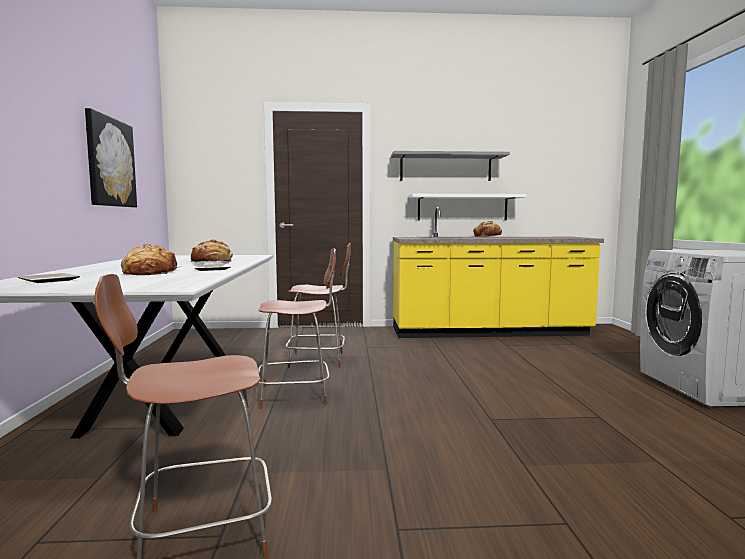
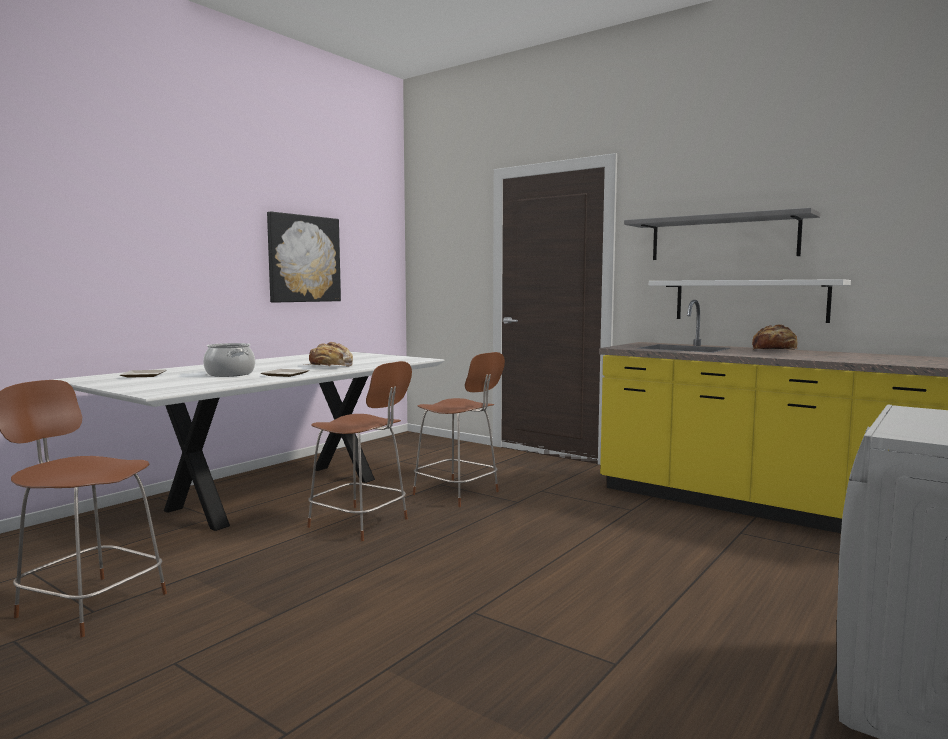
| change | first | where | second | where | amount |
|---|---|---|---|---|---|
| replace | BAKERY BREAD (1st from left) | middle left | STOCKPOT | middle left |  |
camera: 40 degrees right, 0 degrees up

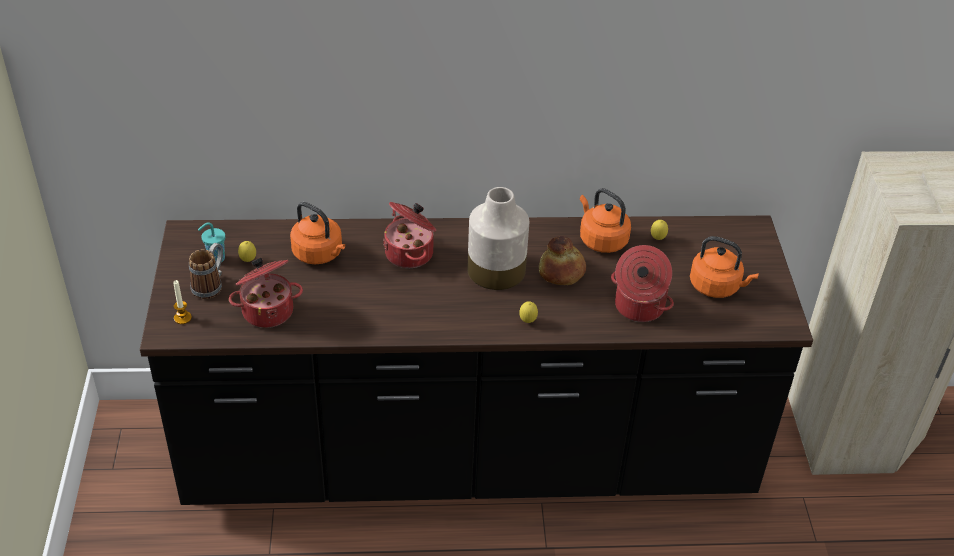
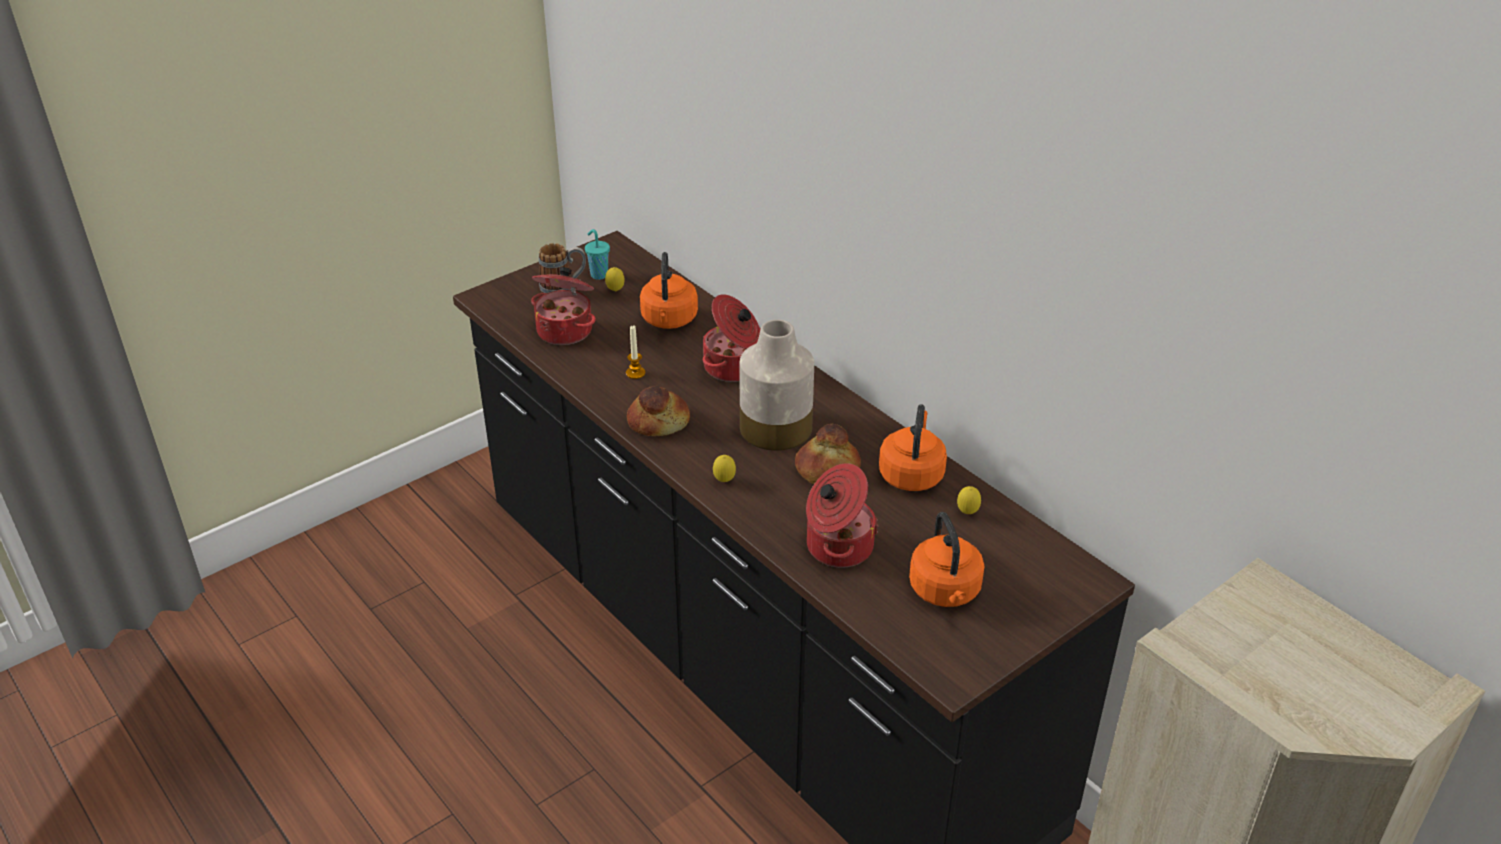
| change | first | where | second | where | amount |
|---|---|---|---|---|---|
| move | CANDLE | middle left |  | centre |  |
| insert |  |  | BAKERY BREAD (1st from left) | centre |  |
camera: 55 degrees right, 5 degrees down

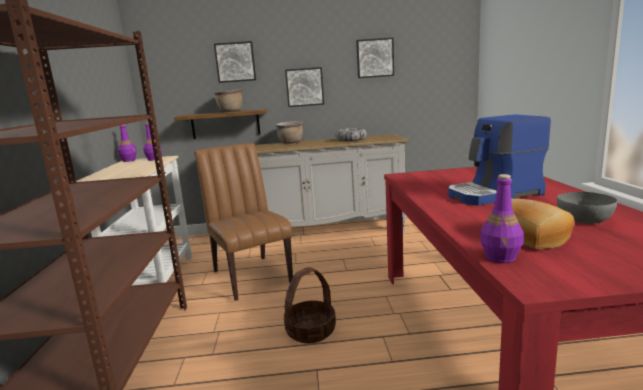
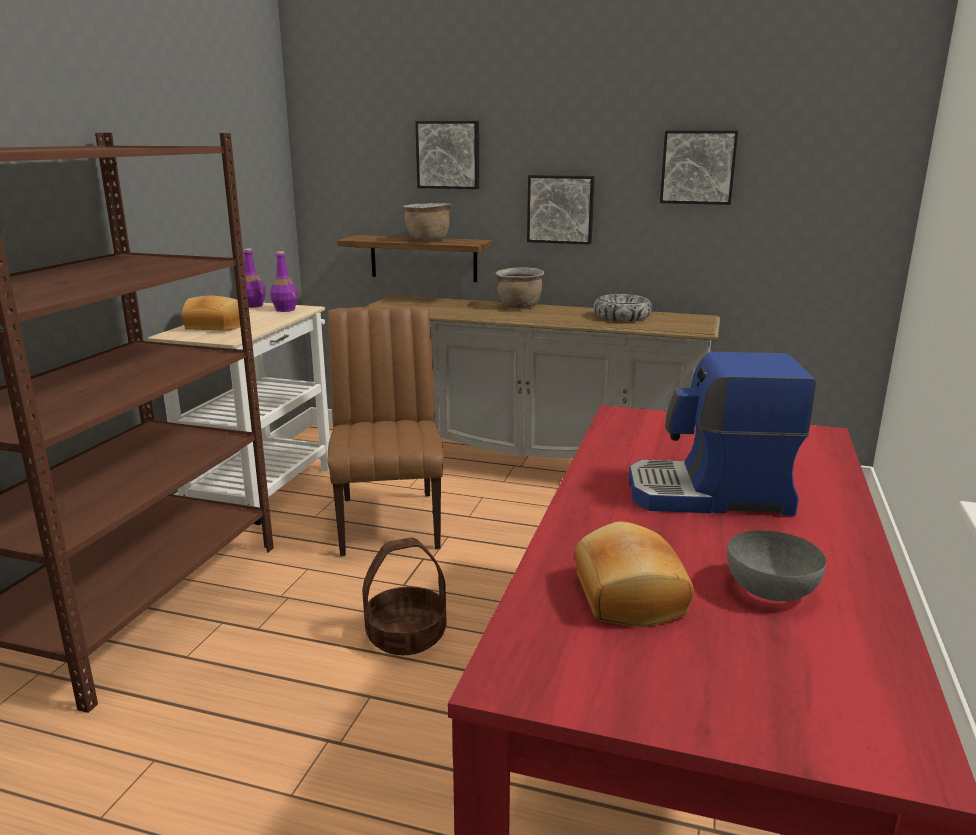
| change | first | where | second | where | amount |
|---|---|---|---|---|---|
| insert |  |  | BAKERY BREAD (1st from left) | middle left |  |
| delete | PURPLISH BEVERAGE BOTTLE (3rd from left) | middle right |  |  |  |
camera: 20 degrees right, 5 degrees up

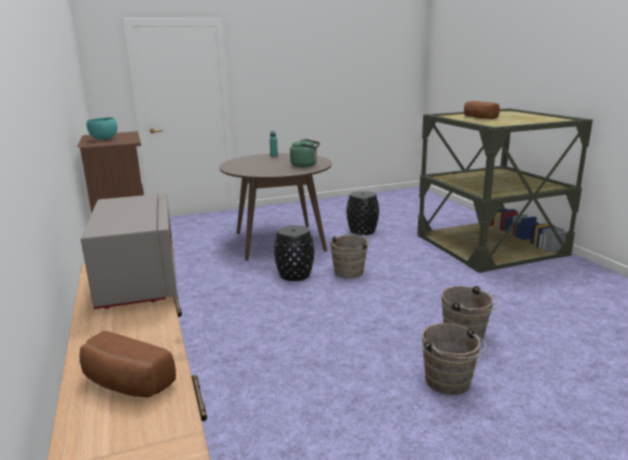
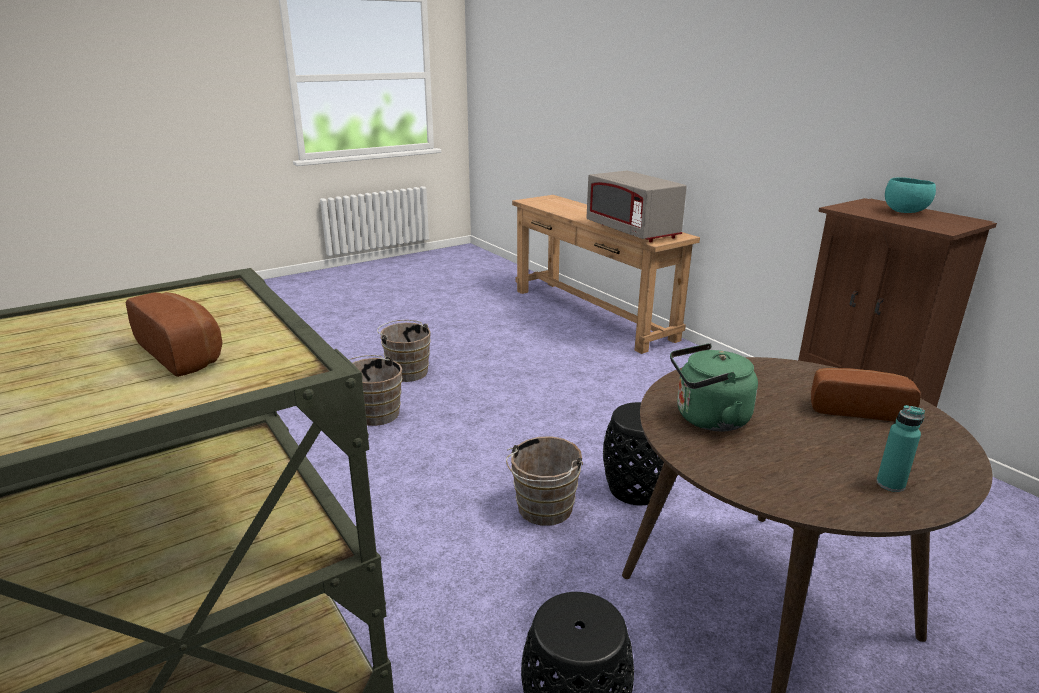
| change | first | where | second | where | amount |
|---|---|---|---|---|---|
| move | BAKERY BREAD (1st from left in the first image) | bottom left | BAKERY BREAD (2nd from left) | middle right |  |
camera: 165 degrees right, 5 degrees up

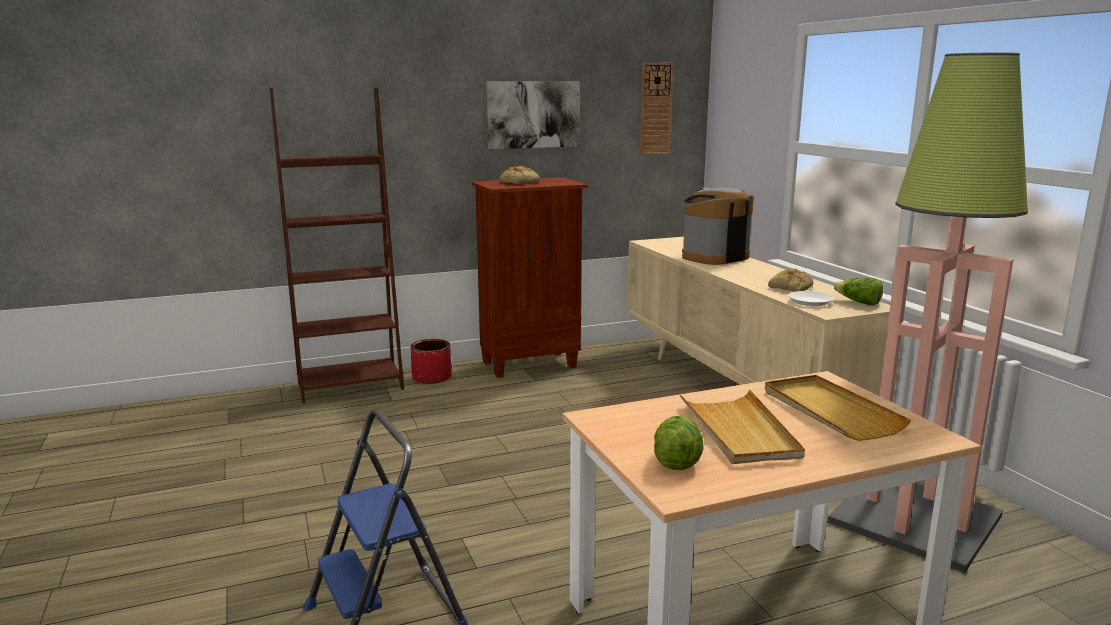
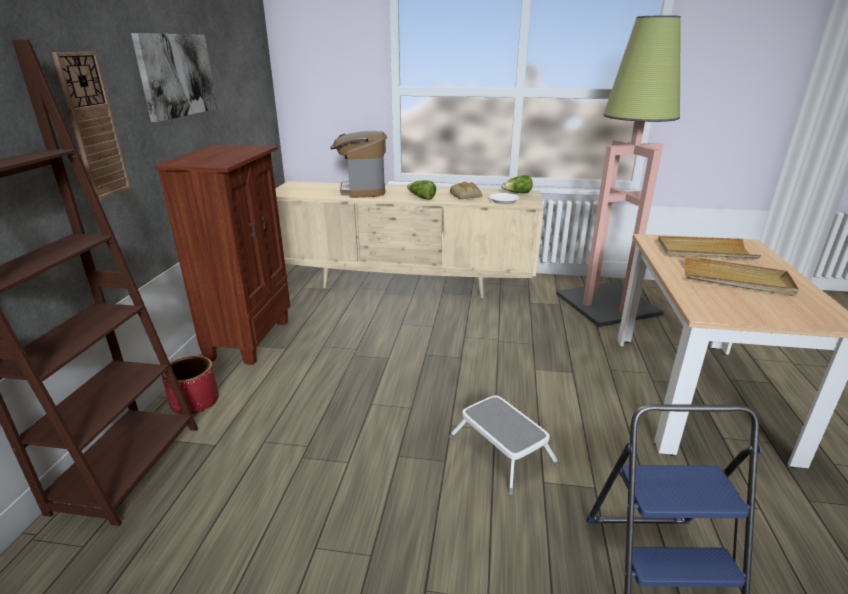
| change | first | where | second | where | amount |
|---|---|---|---|---|---|
| move | HANGING CLOCK | top centre |  | top left |  |
| move | LETTUCE (1st from left) | bottom centre |  | top centre |  |
| insert |  |  | GREY STEP STOOL | bottom centre |  |
| delete | BAKERY BREAD (1st from left) | top centre |  |  |  |
camera: 60 degrees left, 10 degrees up

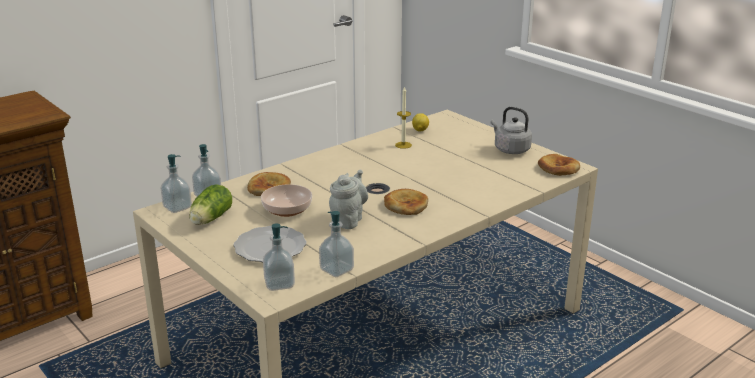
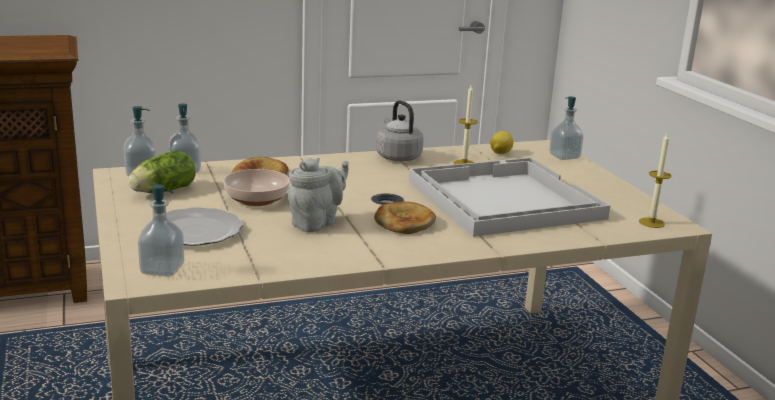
| change | first | where | second | where | amount |
|---|---|---|---|---|---|
| move | GREY TEA KETTLE | middle right |  | top centre |  |
| insert |  |  | WHITE CARRYING TRAY | centre |  |
| move | SOAP BOTTLE (4th from left) | centre |  | top right |  |
| replace | BAKERY BREAD (3rd from left) | middle right | CANDLE (2nd from left) | middle right |  |
camera: 20 degrees right, 5 degrees down

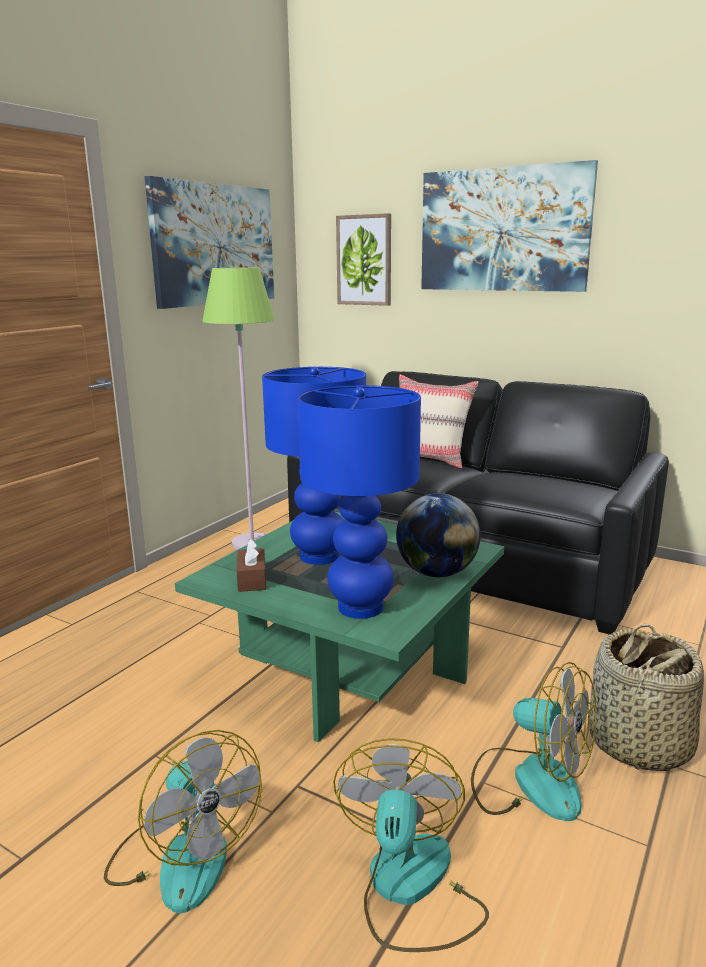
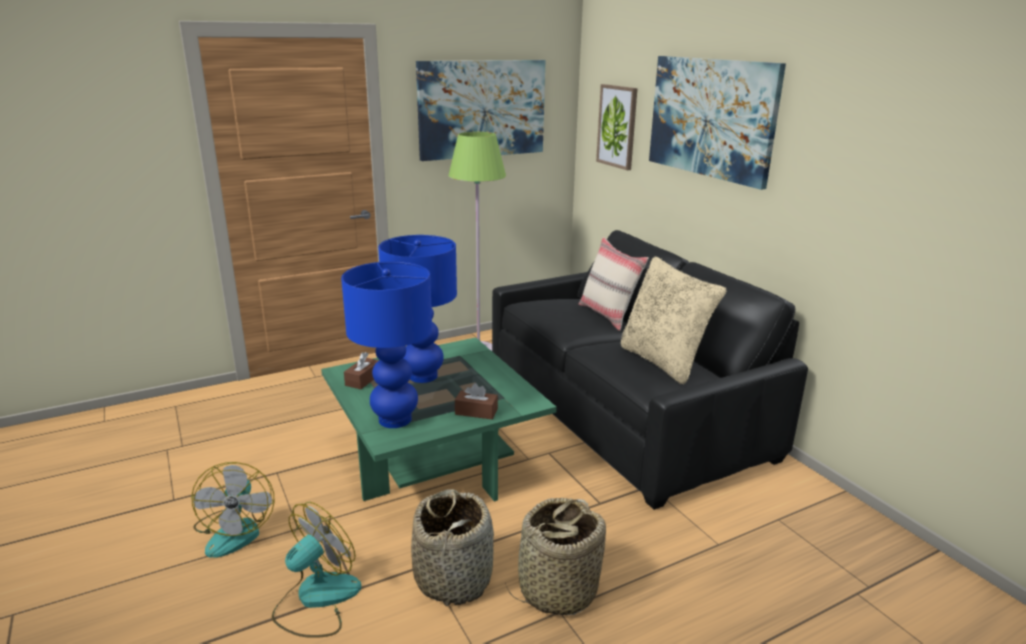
| change | first | where | second | where | amount |
|---|---|---|---|---|---|
| replace | FAN (3rd from left) | bottom right | STORAGE BASKET (1st from left) | bottom centre |  |
| replace | WORLD GLOBE | centre | BROWNISH BOX OF TISSUES (2nd from left) | centre |  |
| insert |  |  | BEIGE CUSHION (2nd from left) | centre |  |
camera: 30 degrees right, 5 degrees up

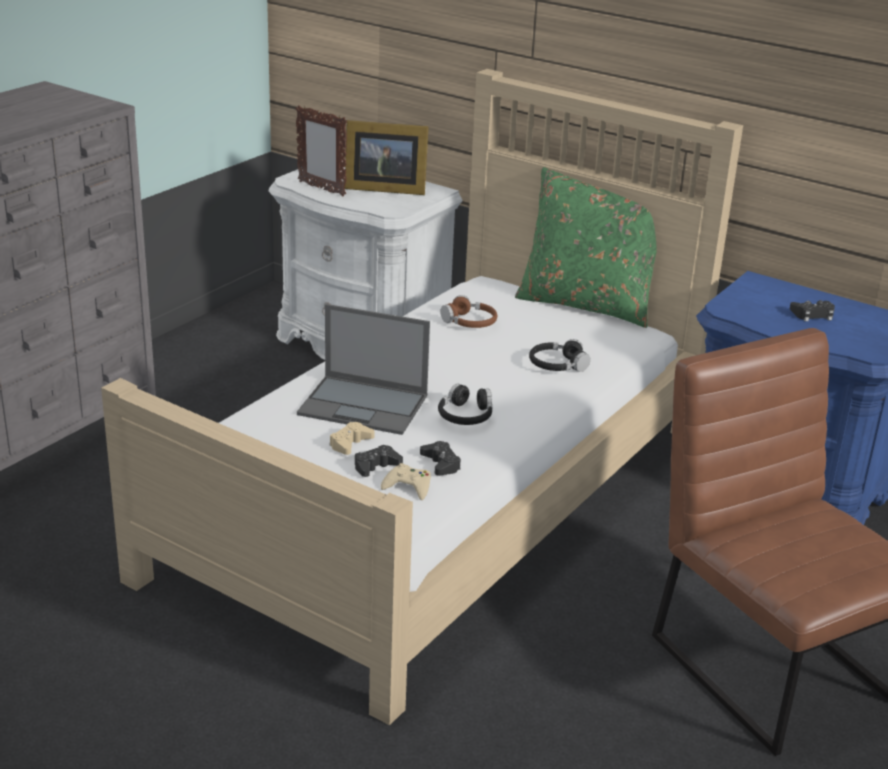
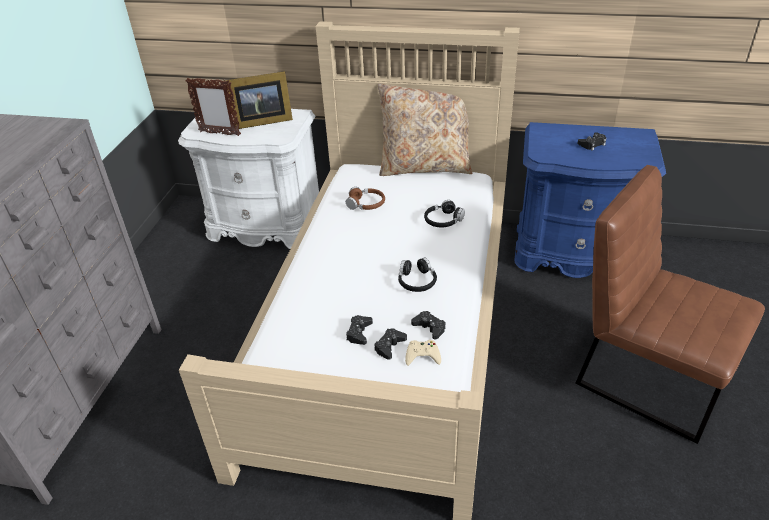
| change | first | where | second | where | amount |
|---|---|---|---|---|---|
| recolor | BEIGE JOYPAD (1st from left) | centre | BLACK JOYPAD (1st from left) | centre |  |
| recolor | GREEN CUSHION | top centre | BEIGE CUSHION | top centre |  |
| delete | NOTEBOOK COMPUTER | centre |  |  |  |
camera: 20 degrees left, 10 degrees up

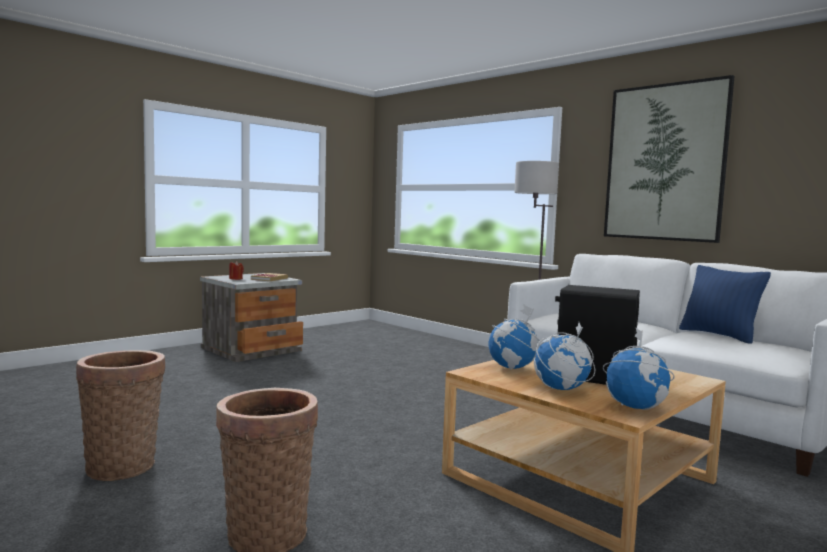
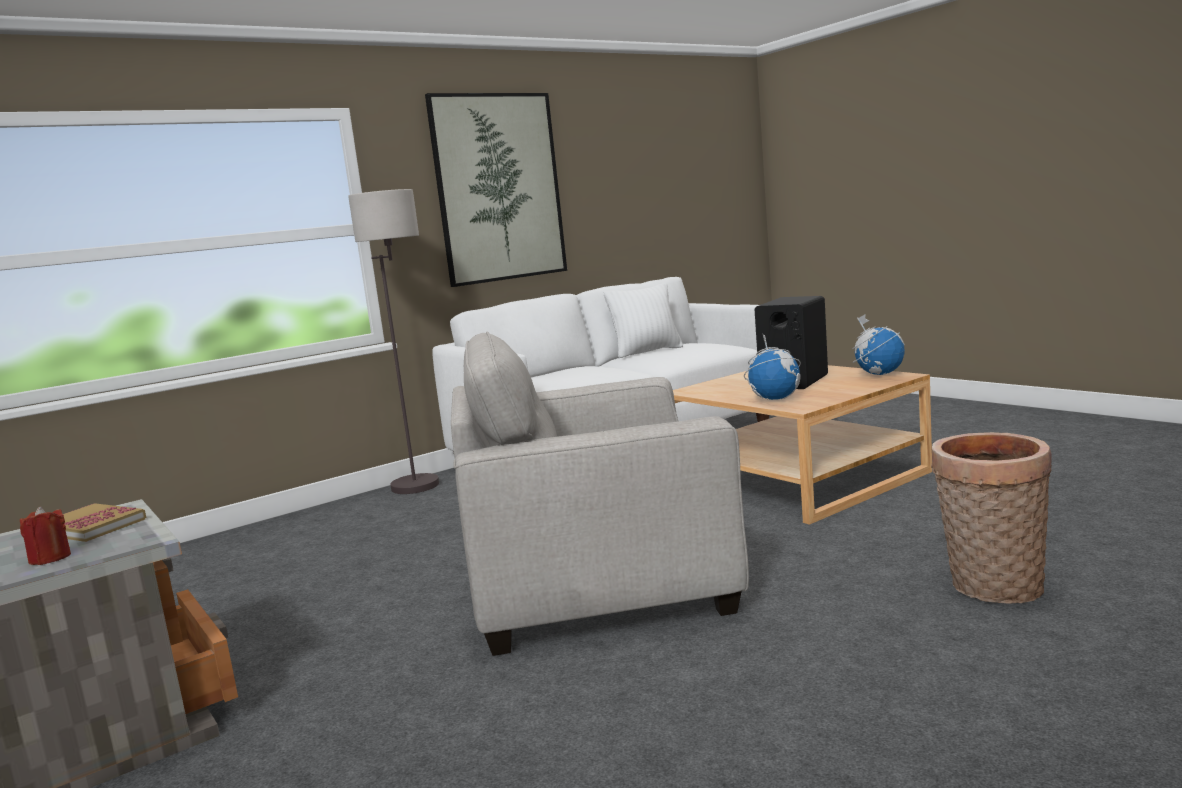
| change | first | where | second | where | amount |
|---|---|---|---|---|---|
| insert |  |  | GREY EASY CHAIR | centre |  |
| recolor | BLUISH CUSHION | middle right | WHITE CUSHION | centre |  |
| delete | STORAGE BASKET (1st from left) | bottom left |  |  |  |
| delete | WORLD GLOBE (2nd from left) | middle right |  |  |  |
camera: 80 degrees left, 5 degrees up

